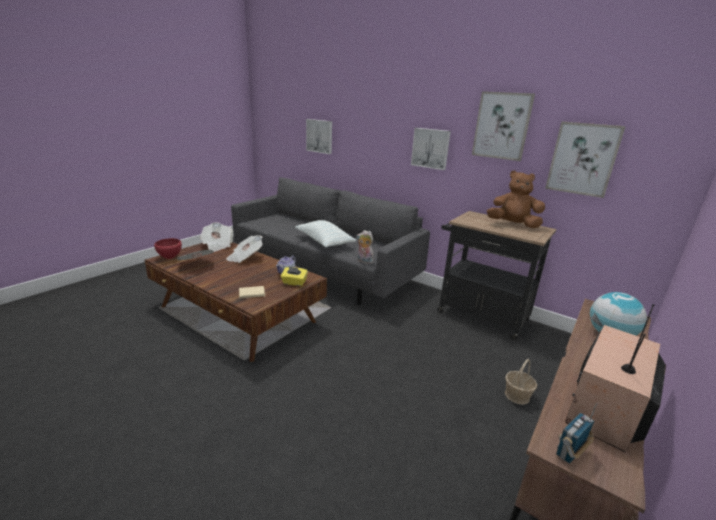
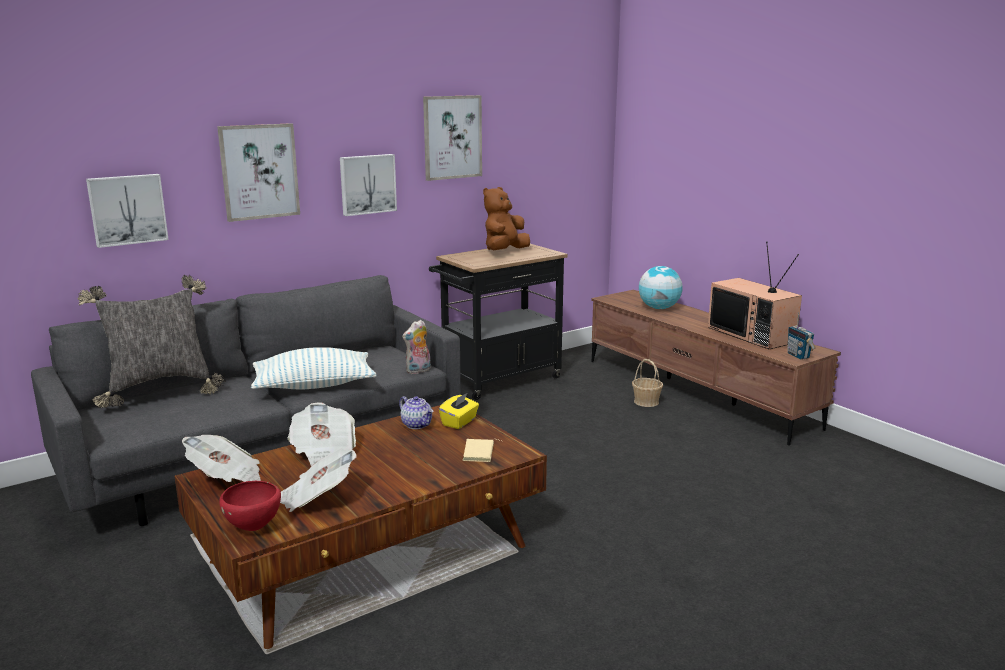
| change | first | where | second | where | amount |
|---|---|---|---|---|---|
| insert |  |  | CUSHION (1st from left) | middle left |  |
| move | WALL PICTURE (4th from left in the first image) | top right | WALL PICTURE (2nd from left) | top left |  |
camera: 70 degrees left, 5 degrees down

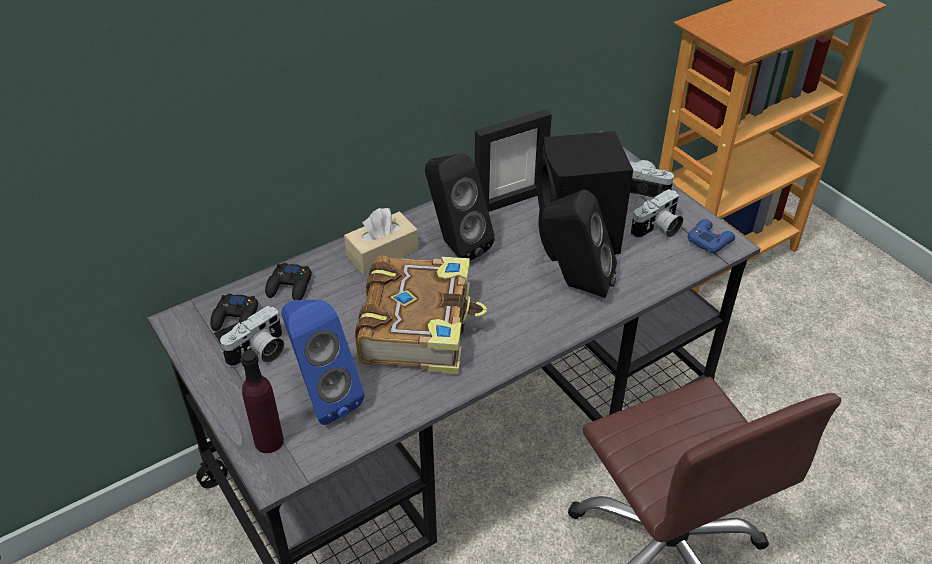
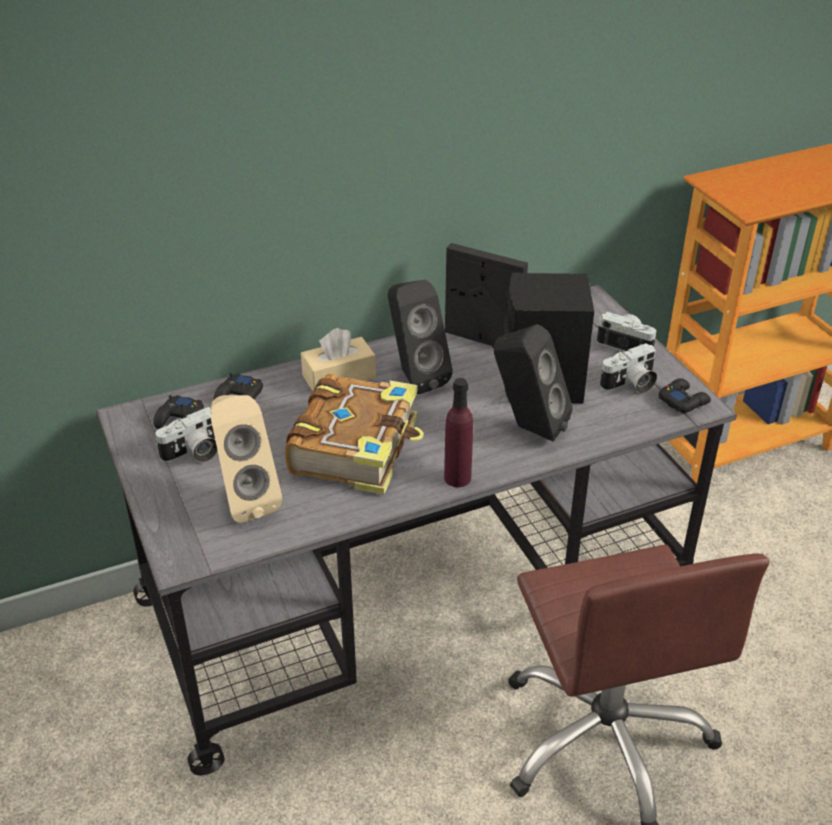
| change | first | where | second | where | amount |
|---|---|---|---|---|---|
| recolor | BLUISH AUDIO SPEAKER | centre | BEIGE AUDIO SPEAKER | middle left |  |
| move | PURPLISH BEVERAGE BOTTLE | bottom left |  | centre |  |
| rotate | PICTURE FRAME | top centre |  | centre | 135 degrees counterclockwise |
| recolor | BLUISH JOYPAD | middle right | BLACK JOYPAD (3rd from left) | middle right |  |
camera: 10 degrees right, 5 degrees down

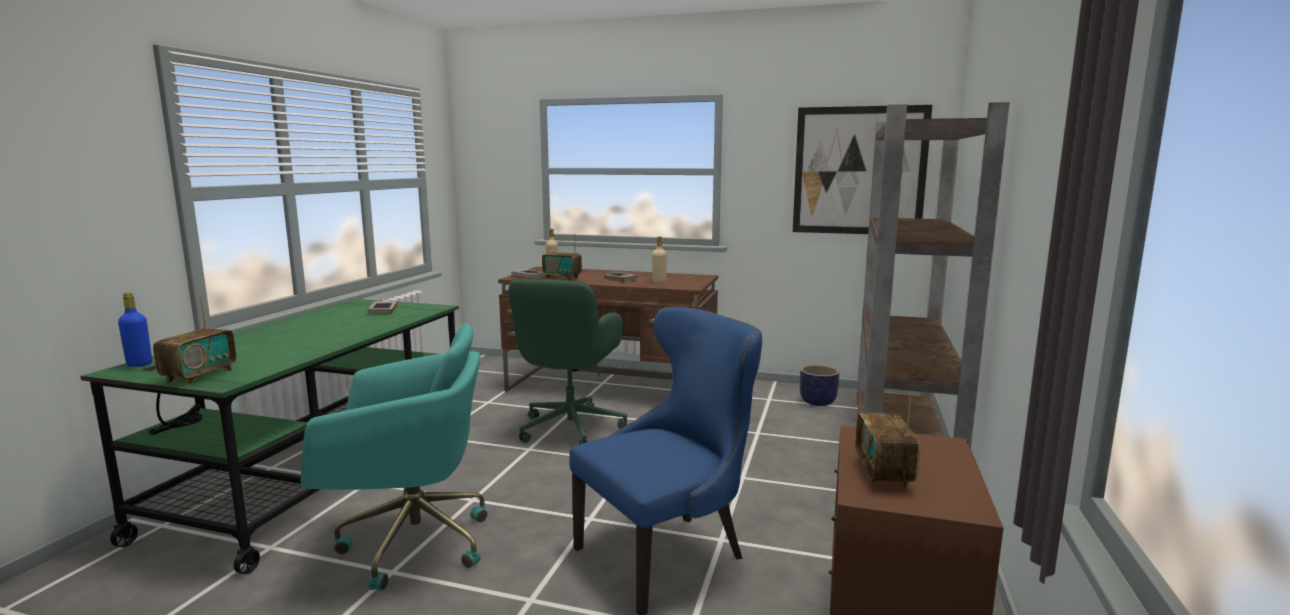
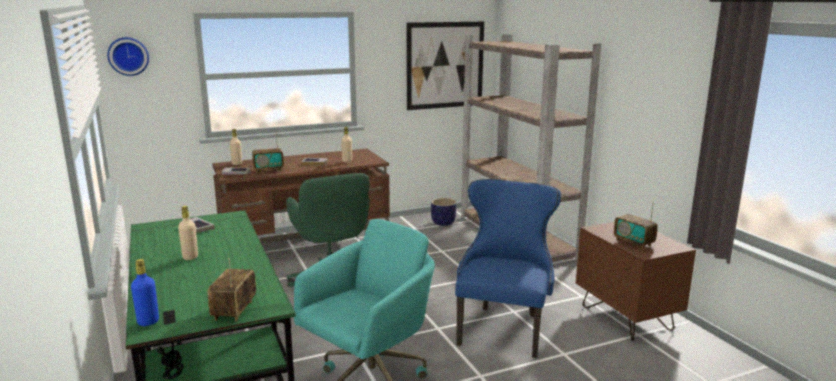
| change | first | where | second | where | amount |
|---|---|---|---|---|---|
| insert |  |  | HANGING CLOCK | top left |  |
| insert |  |  | BEIGE BEVERAGE BOTTLE (1st from left) | middle left |  |
| rotate | RADIO SET (1st from left) | middle left |  | bottom left | 150 degrees counterclockwise |
camera: 40 degrees left, 5 degrees up

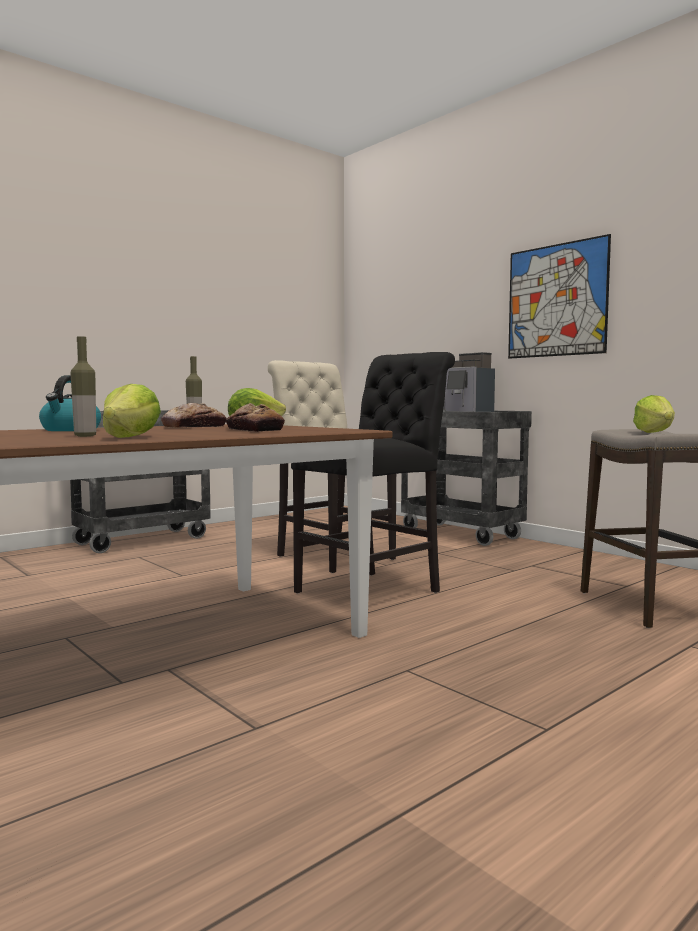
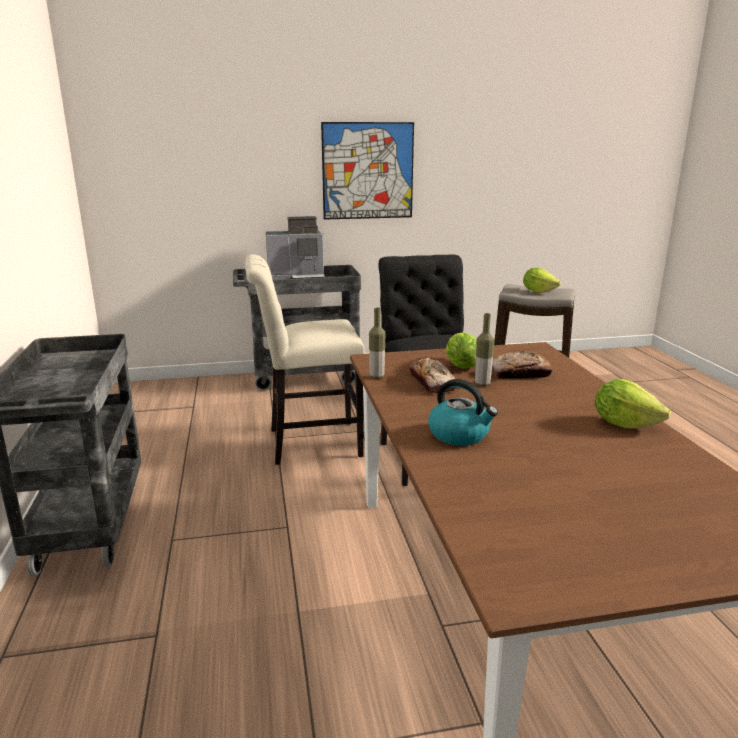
| change | first | where | second | where | amount |
|---|---|---|---|---|---|
| move | BEVERAGE BOTTLE (1st from left in the first image) | middle left | BEVERAGE BOTTLE (2nd from left) | centre |  |
camera: 60 degrees left, 15 degrees up

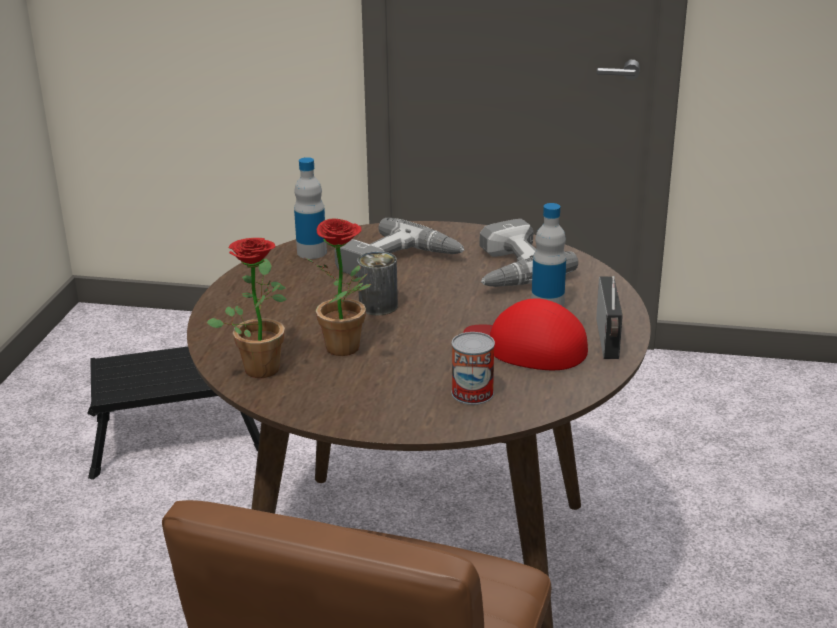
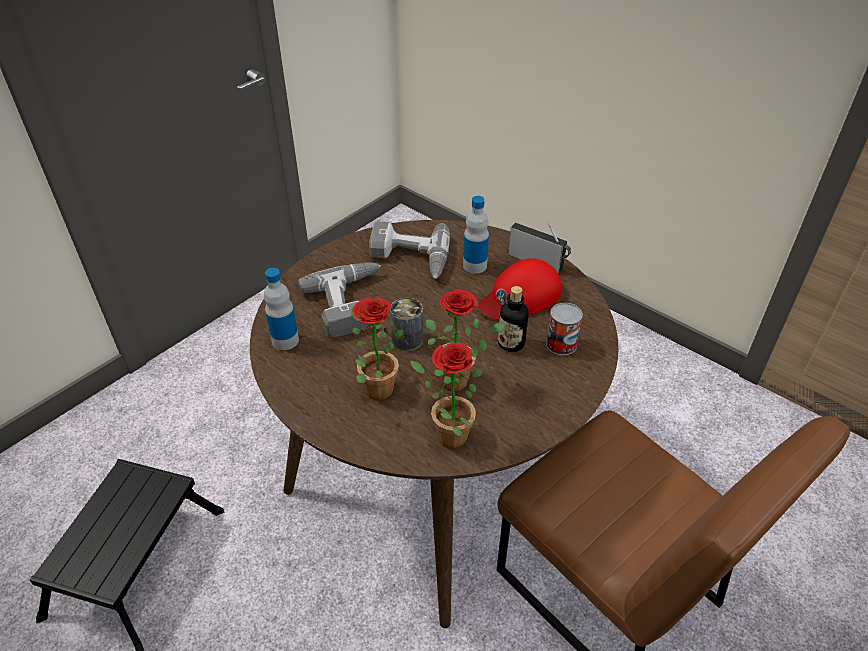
| change | first | where | second | where | amount |
|---|---|---|---|---|---|
| insert |  |  | PLANT IN A POT (1st from left) | centre |  |
| insert |  |  | BEVERAGE BOTTLE (3rd from left) | centre |  |
camera: 60 degrees left, 15 degrees up

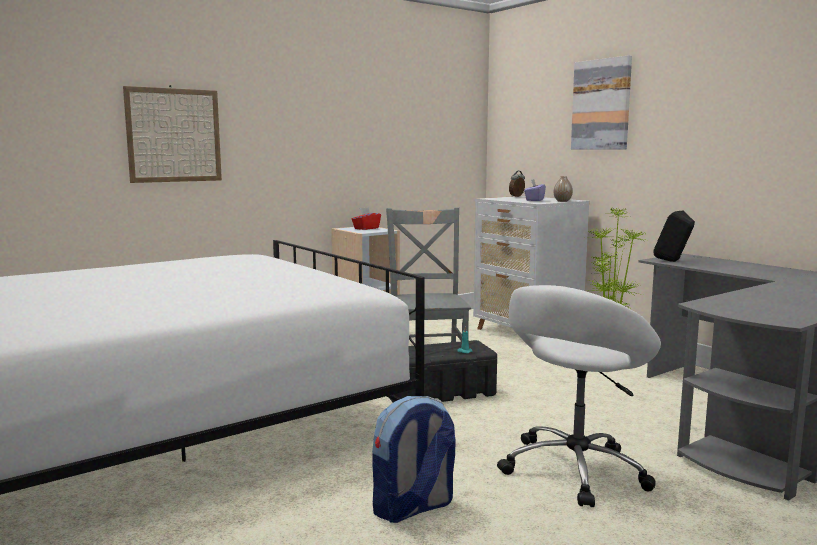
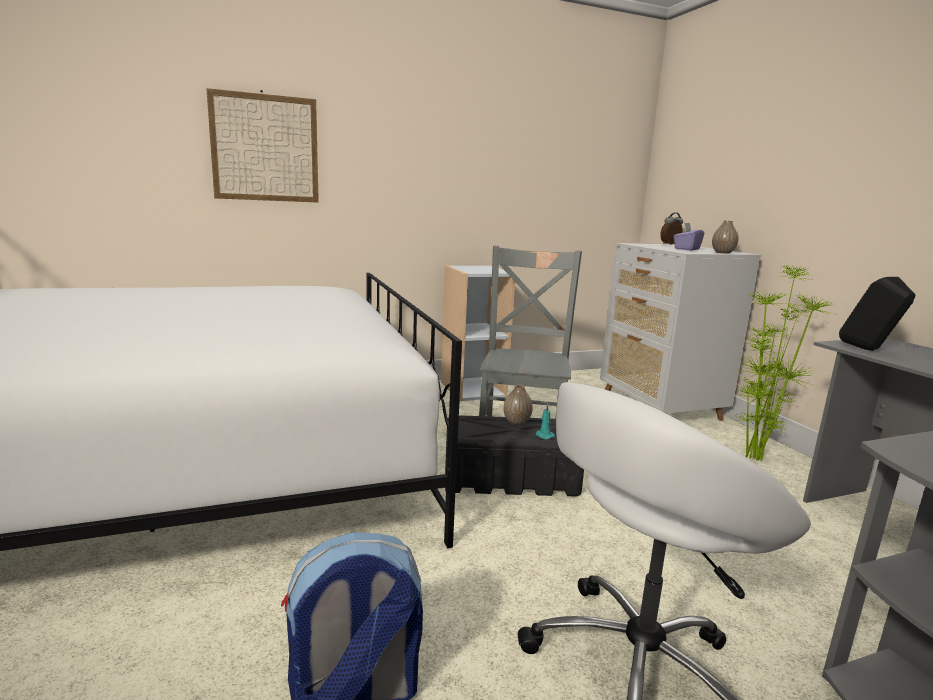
| change | first | where | second | where | amount |
|---|---|---|---|---|---|
| insert |  |  | DECORATIVE VASE (1st from left) | centre |  |
| delete | REDDISH BOX OF TISSUES | centre |  |  |  |
| delete | WALL PICTURE (2nd from left) | top right |  |  |  |
camera: 15 degrees right, 5 degrees up

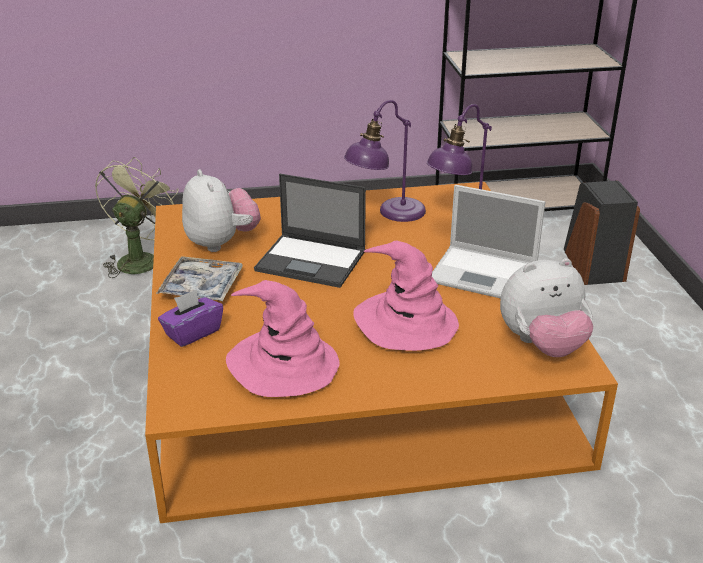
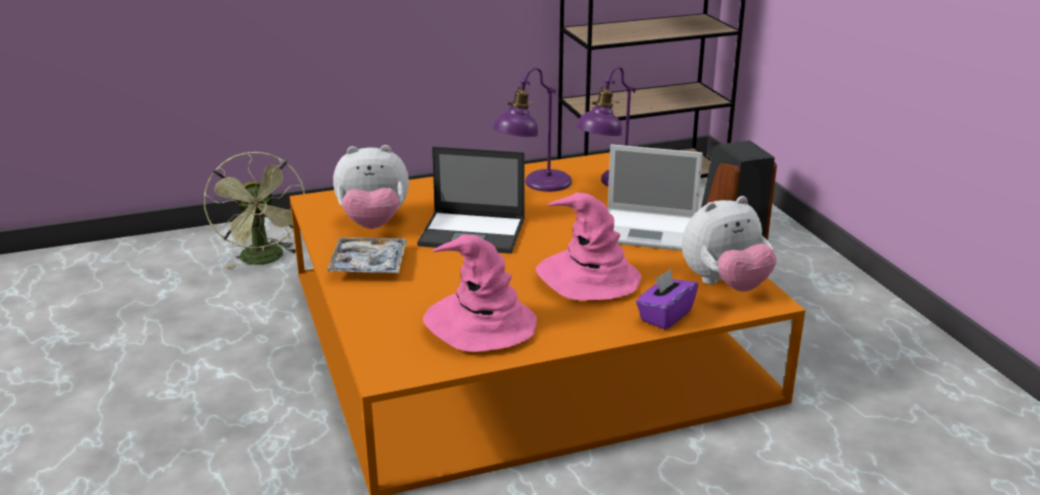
| change | first | where | second | where | amount |
|---|---|---|---|---|---|
| rotate | GREEN FAN | middle left |  | middle left | 150 degrees clockwise |
| rotate | CUDDLY TOY (1st from left) | middle left |  | centre | 120 degrees clockwise |
| move | PURPLISH BOX OF TISSUES | middle left |  | centre |  |
camera: 10 degrees left, 5 degrees down

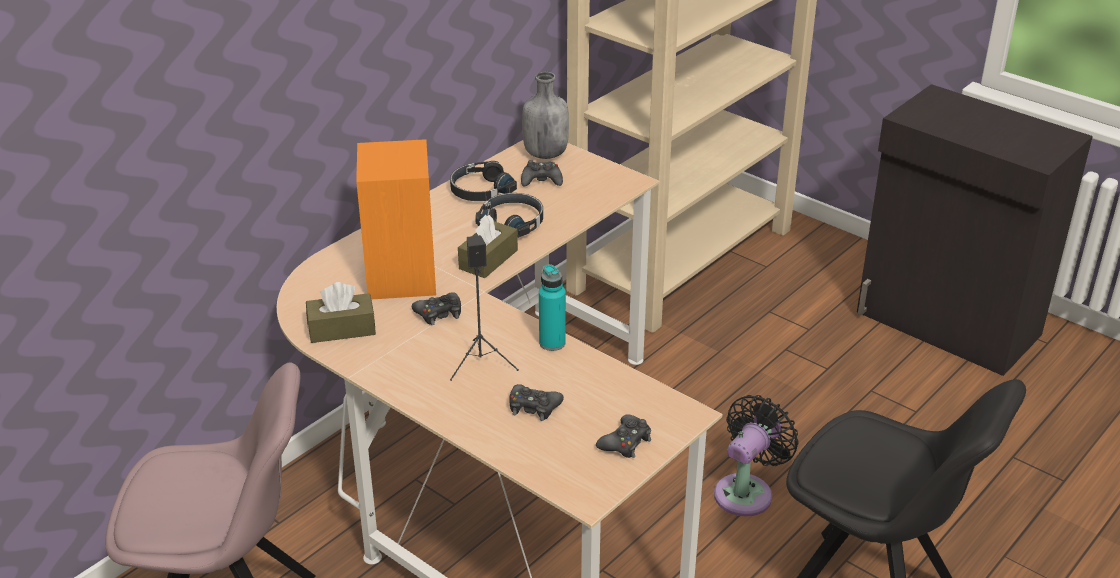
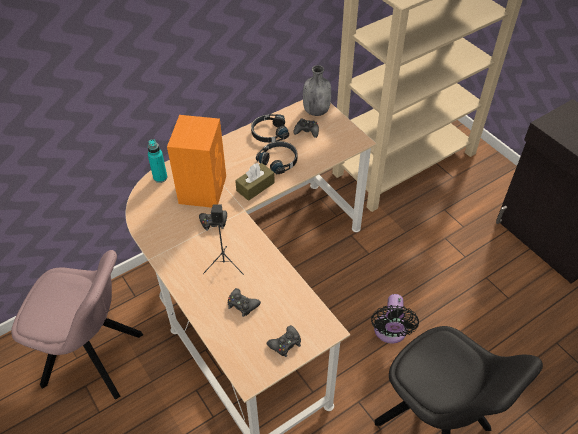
| change | first | where | second | where | amount |
|---|---|---|---|---|---|
| move | BLUE-GREEN BEVERAGE BOTTLE | centre |  | middle left |  |
| rotate | BLACK FAN | bottom right |  | bottom right | 135 degrees clockwise |
| delete | BROWNISH BOX OF TISSUES (1st from left) | middle left |  |  |  |
camera: 15 degrees right, 15 degrees up

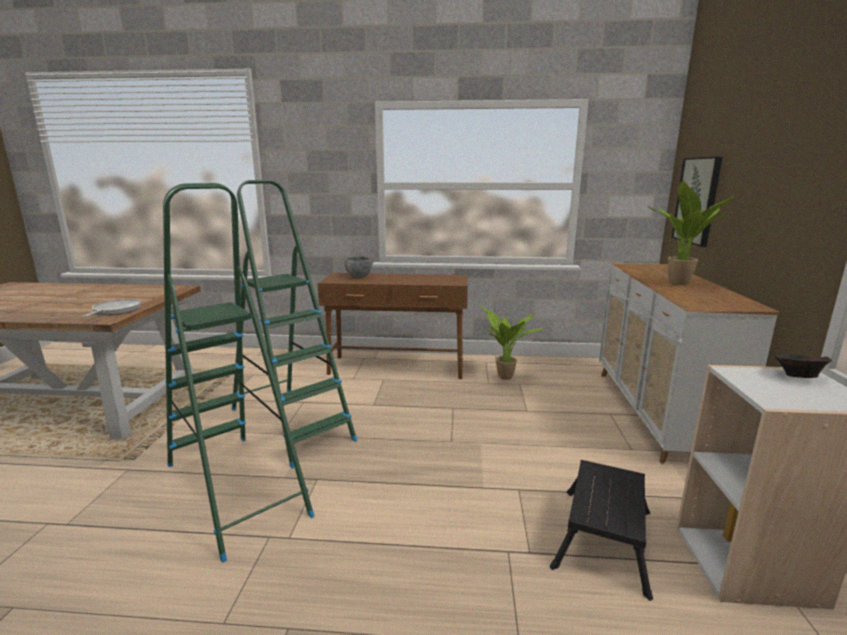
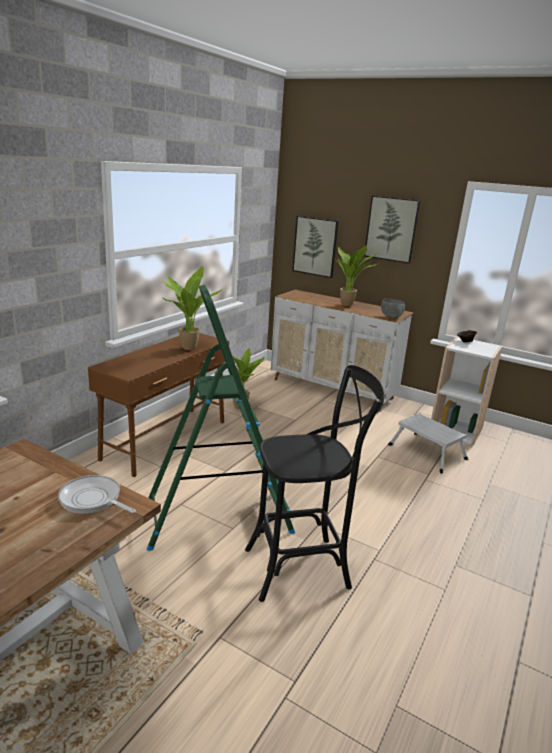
| change | first | where | second | where | amount |
|---|---|---|---|---|---|
| insert |  |  | PLANT IN A POT (1st from left) | centre |  |
| replace | GREEN STEP STOOL (1st from left) | middle left | BLACK STOOL | centre |  |
| insert |  |  | WALL PICTURE (2nd from left) | top right |  |
| move | GREY DEEP DISH | centre |  | middle right |  |
| recolor | BLACK STEP STOOL | bottom right | WHITE STEP STOOL | middle right |  |
camera: 65 degrees left, 5 degrees up

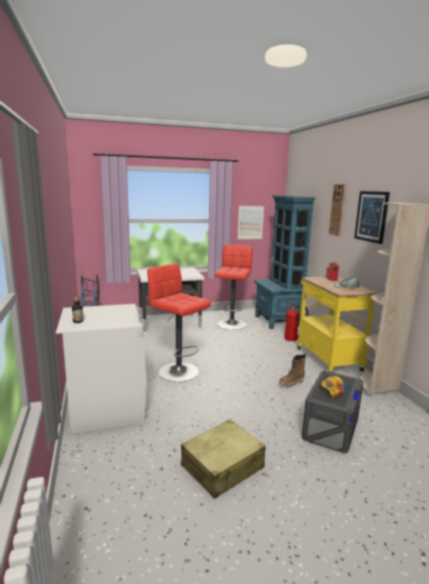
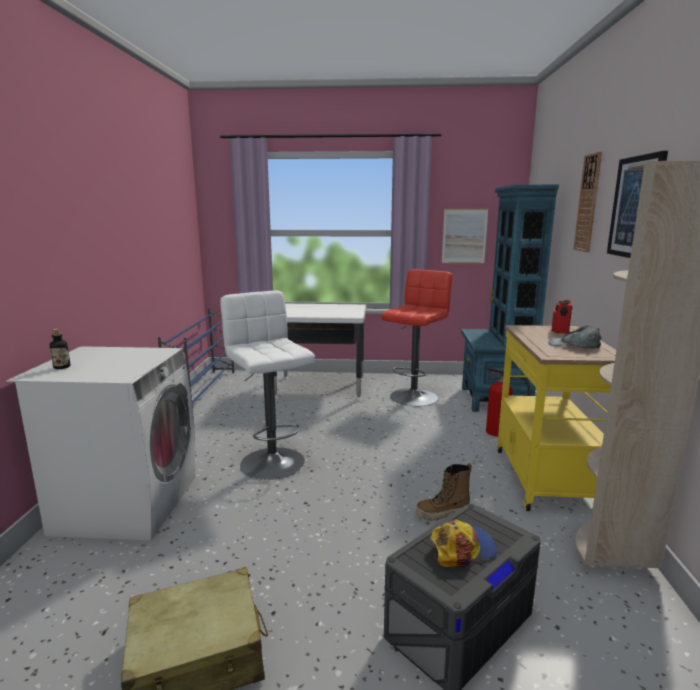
| change | first | where | second | where | amount |
|---|---|---|---|---|---|
| recolor | REDDISH STOOL (1st from left) | centre | WHITE STOOL | centre |  |
camera: 20 degrees right, 0 degrees up

